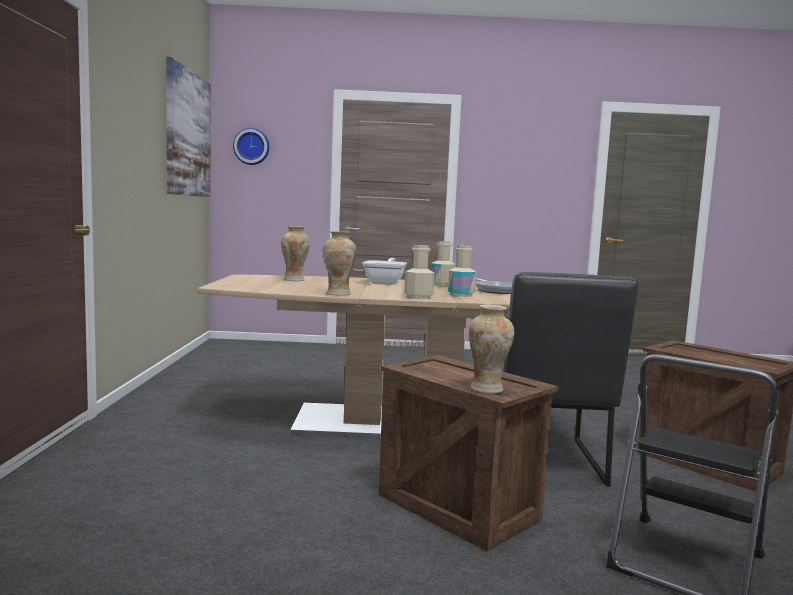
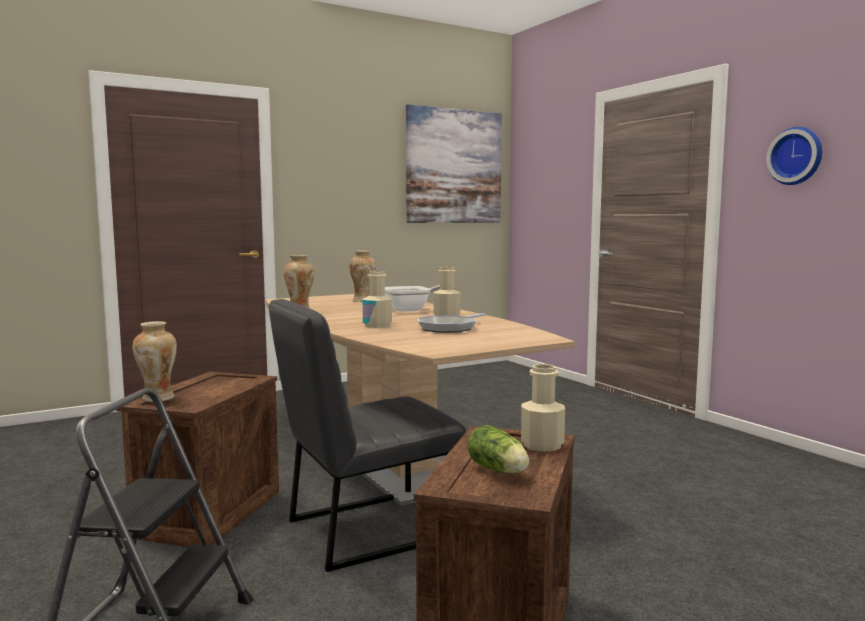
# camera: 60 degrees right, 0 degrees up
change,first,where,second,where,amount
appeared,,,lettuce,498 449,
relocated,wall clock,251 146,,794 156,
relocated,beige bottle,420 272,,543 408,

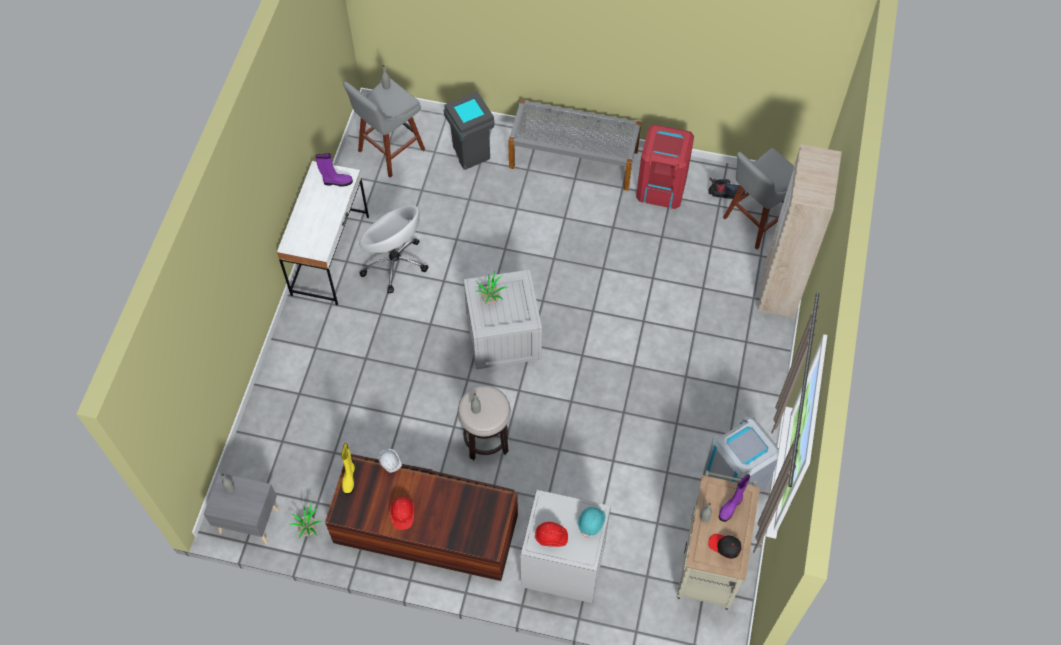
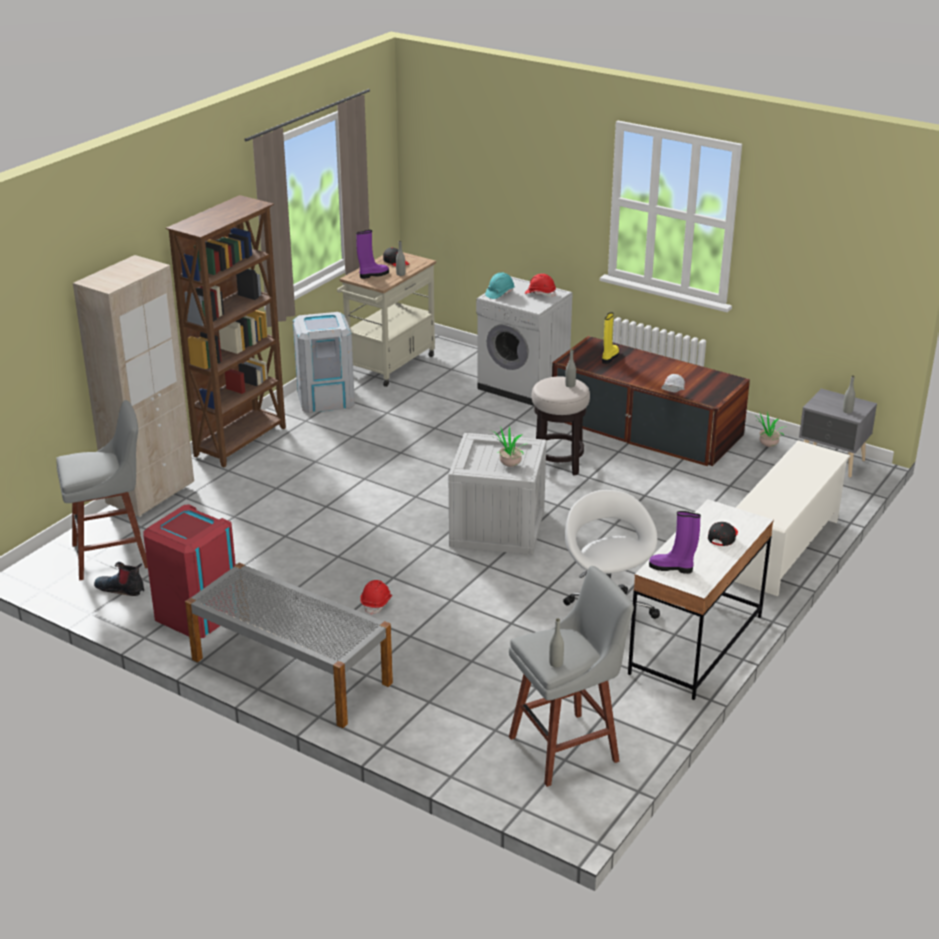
# camera: 160 degrees left, 30 degrees down
change,first,where,second,where,amount
missing,grey trash can,469 130,,,
appeared,,,brown bookcase,226 331,
appeared,,,black cap,723 534,
appeared,,,white shoe rack,792 518,
relocated,yellow boot,348 469,,610 338,
relocated,red hard hat,402 513,,376 597,

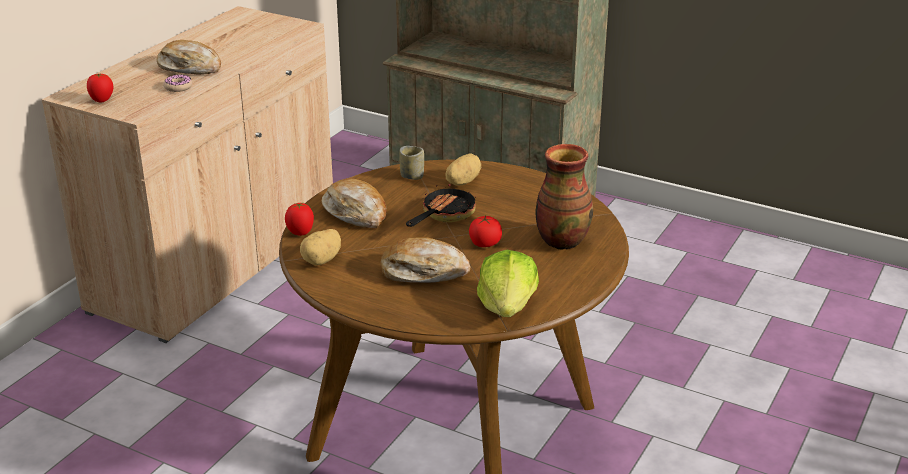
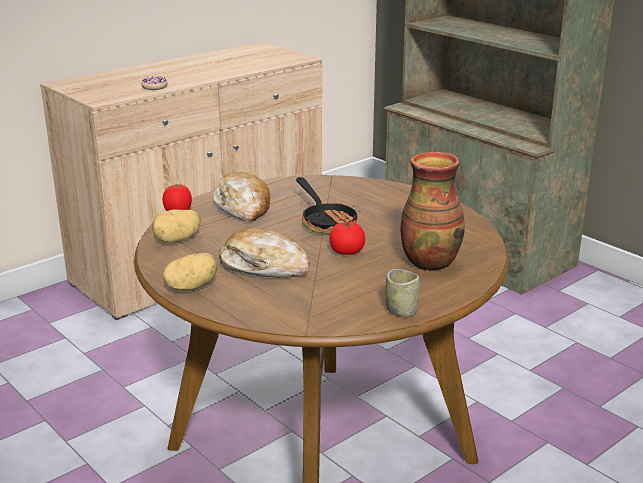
# camera: 20 degrees right, 5 degrees down
change,first,where,second,where,amount
missing,tomato,100 88,,,
missing,bread,189 57,,,
missing,lettuce,508 283,,,
relocated,cup,411 163,,402 293,
relocated,potato,463 170,,190 272,
spun,frying pan,441 205,,328 205,105 degrees clockwise

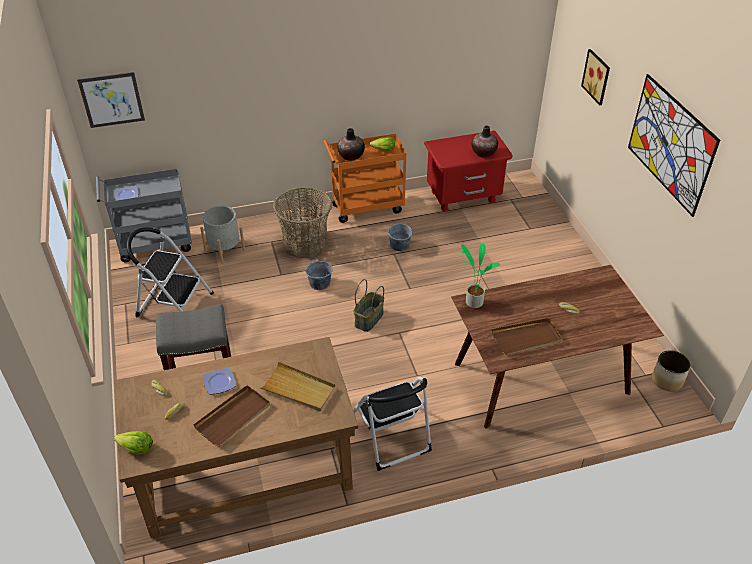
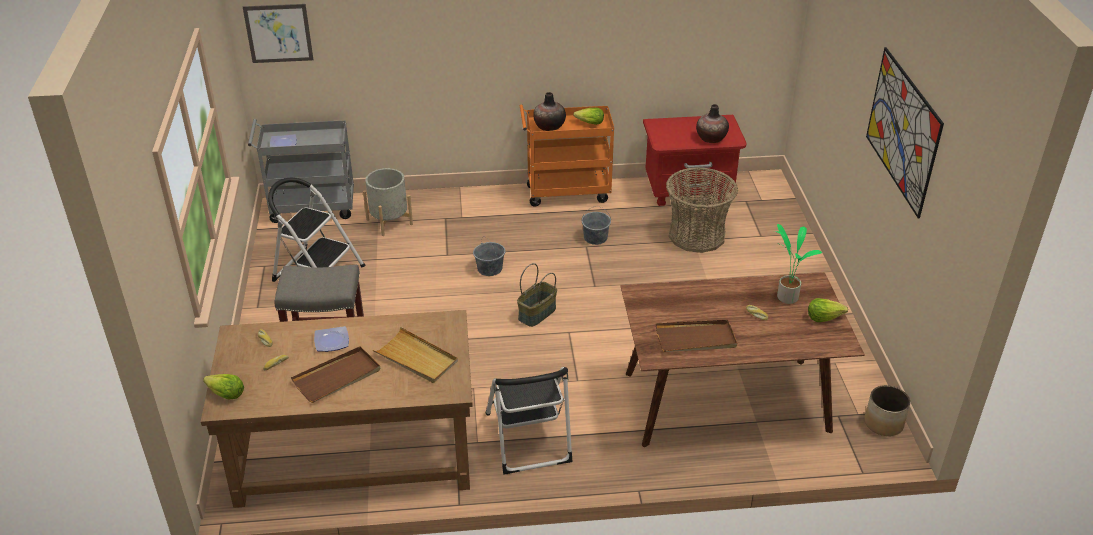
# camera: 10 degrees right, 5 degrees down
change,first,where,second,where,amount
missing,picture,595 77,,,
appeared,,,lettuce,828 310,
relocated,basket,302 222,,702 210,
relocated,potted plant,480 276,,799 264,

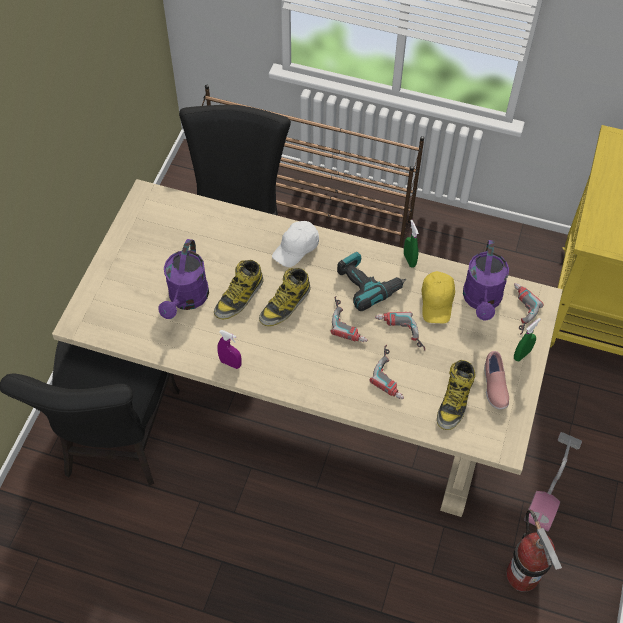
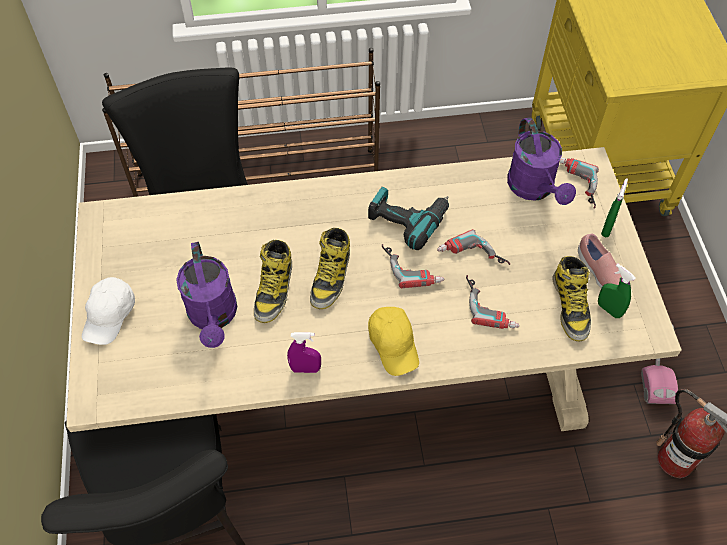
# camera: 25 degrees left, 0 degrees up
change,first,where,second,where,amount
relocated,white cap,295 244,,108 311,
relocated,green spray bottle,411 244,,617 290,
relocated,yellow cap,438 297,,393 341,

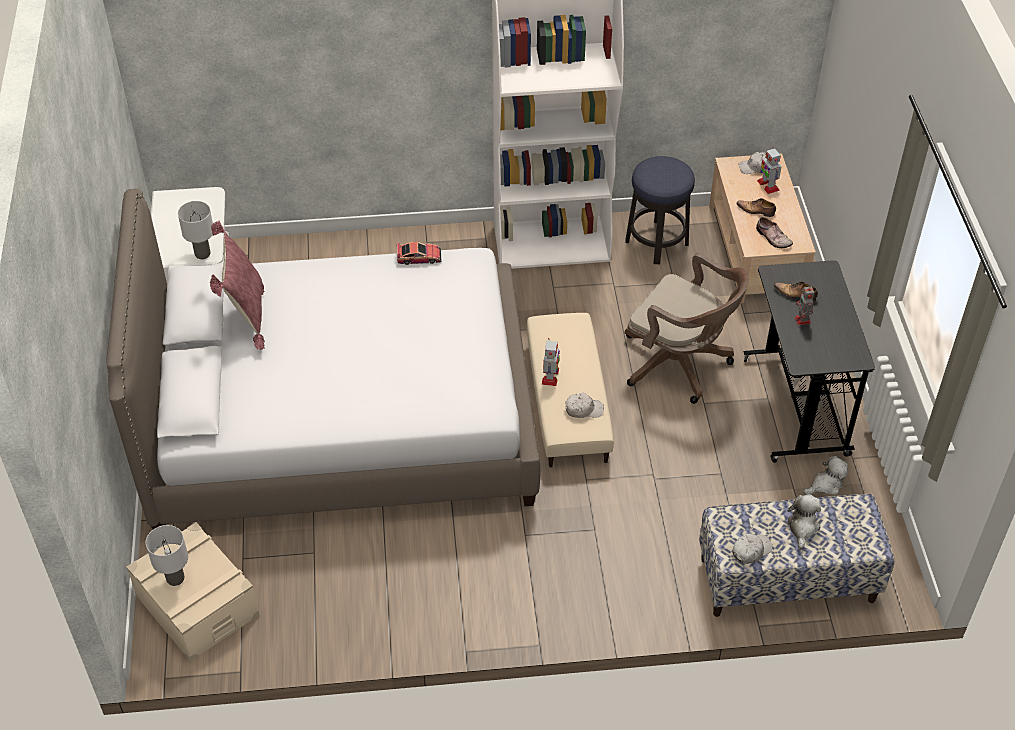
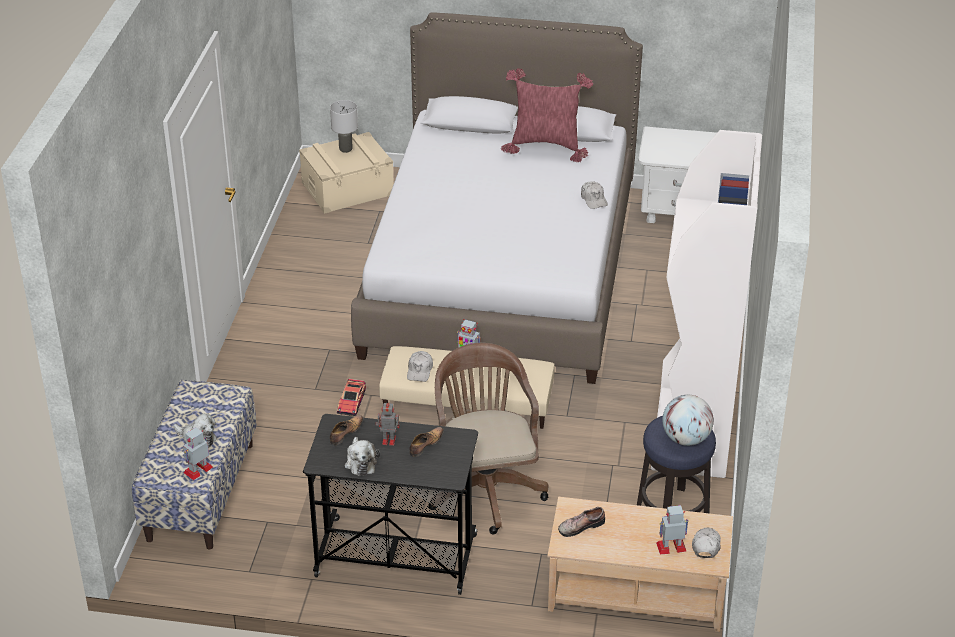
# camera: 105 degrees right, 10 degrees down
change,first,where,second,where,amount
missing,white table lamp,195 230,,,
appeared,,,toy robot,198 453,
appeared,,,globe,688 420,
relocated,toy car,419 253,,351 397,
relocated,white cap,752 549,,594 195,
relocated,shoe,756 207,,346 430,
relocated,plush toy,825 475,,362 456,
spun,brown office chair,686 328,,488 438,120 degrees clockwise

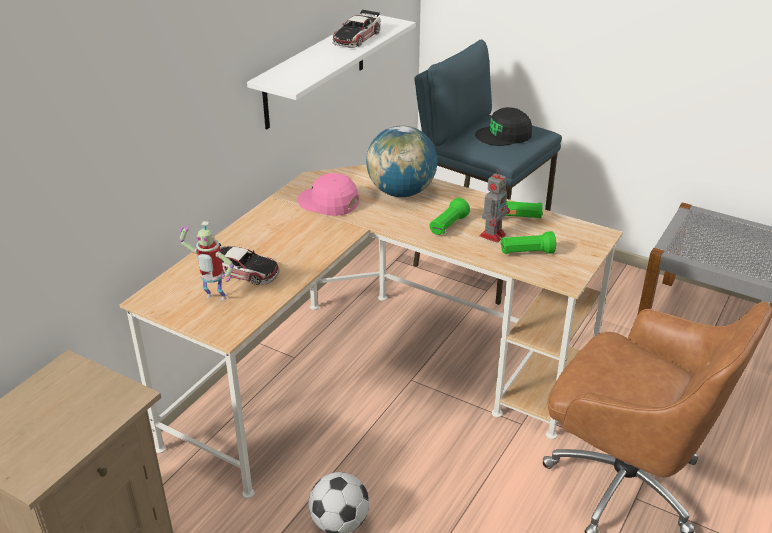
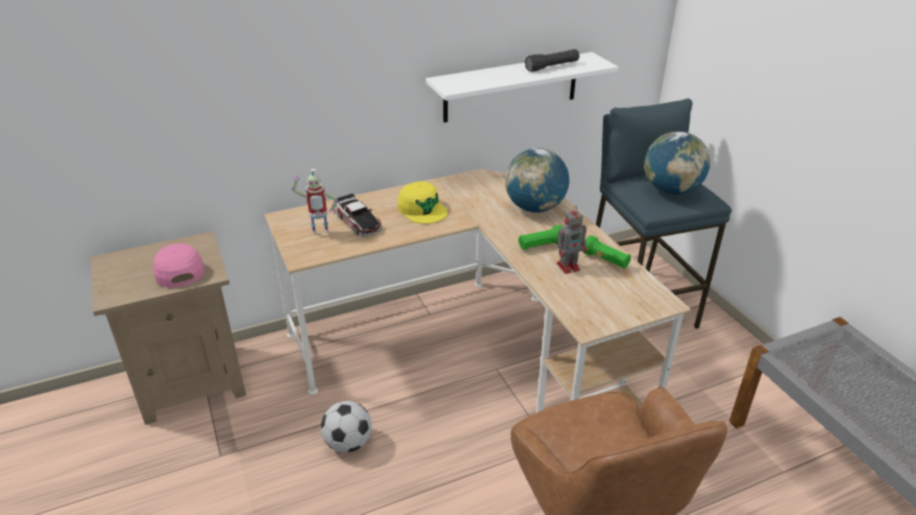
# camera: 35 degrees right, 0 degrees up
change,first,where,second,where,amount
missing,green flashlight,528 242,,,
appeared,,,yellow cap,423 202,
relocated,pink cap,328 194,,179 265,
exchanged,toy car,357 29,black flashlight,552 60,
exchanged,black cap,503 126,globe,677 163,
spun,toy robot,206 260,,315 201,60 degrees counterclockwise

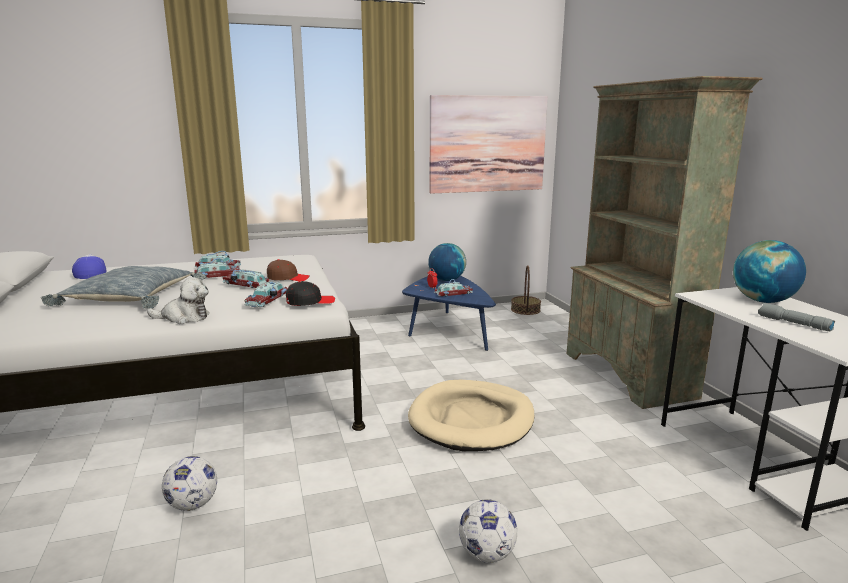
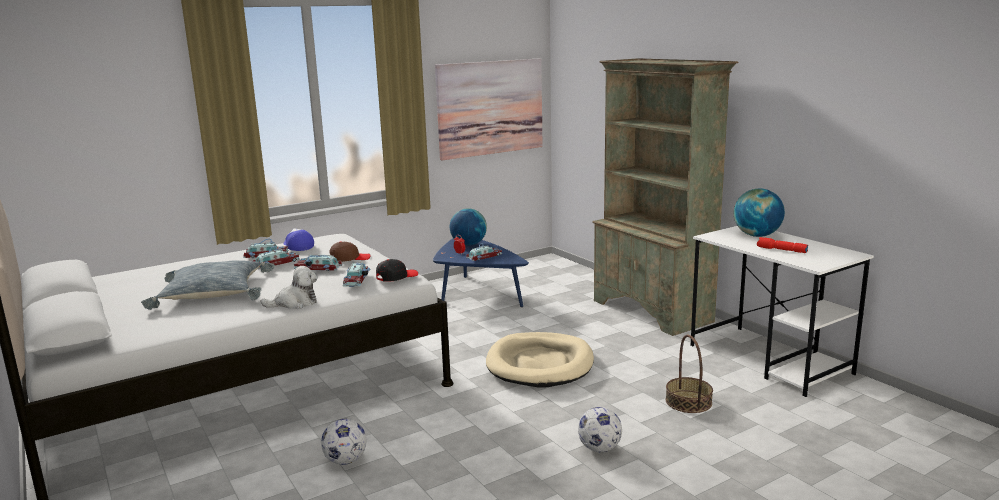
# camera: 15 degrees left, 0 degrees up
change,first,where,second,where,amount
relocated,cap,89 266,,299 239,
relocated,basket,526 290,,689 373,
colour,grey flashlight,796 317,red flashlight,782 245,

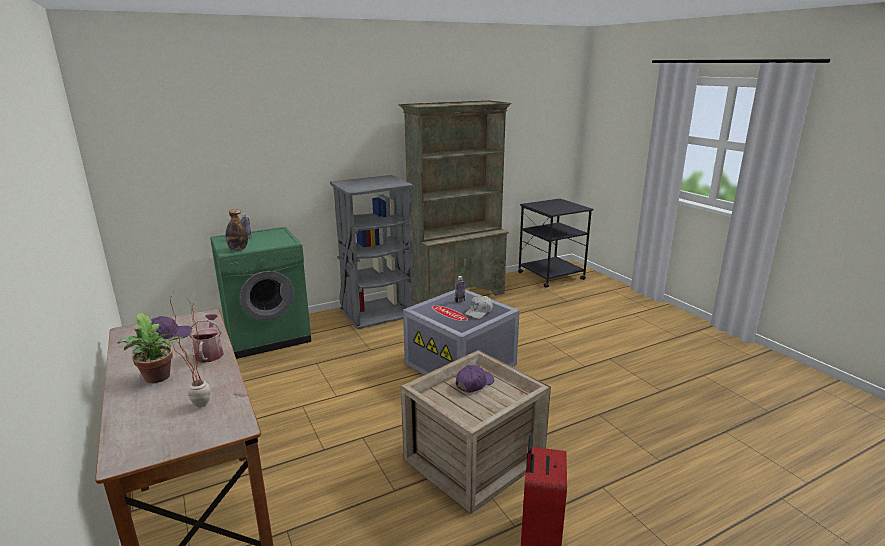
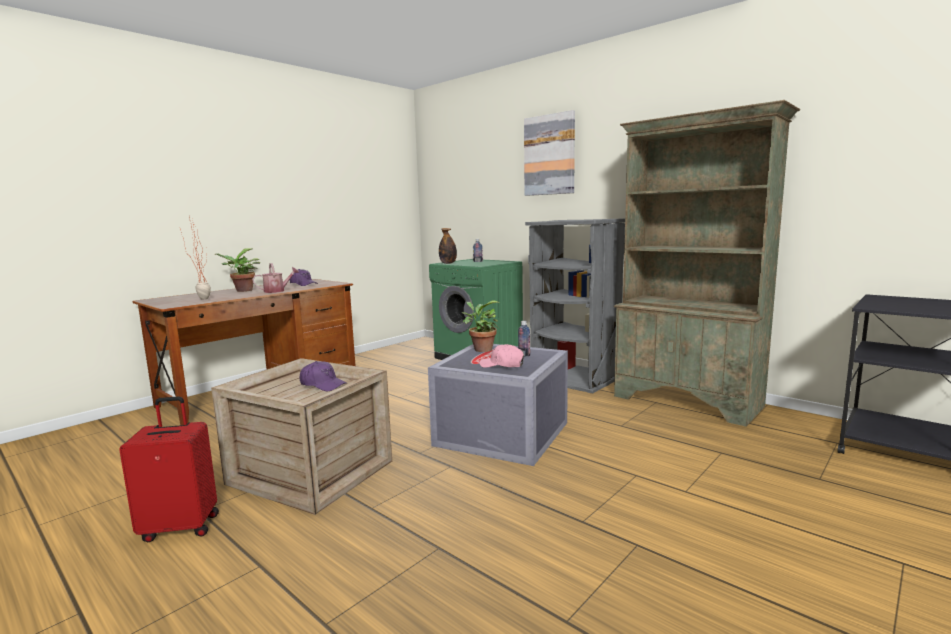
# camera: 70 degrees right, 10 degrees down
change,first,where,second,where,amount
appeared,,,potted plant,480 326,
appeared,,,picture,549 153,
colour,white cap,478 307,pink cap,502 356,

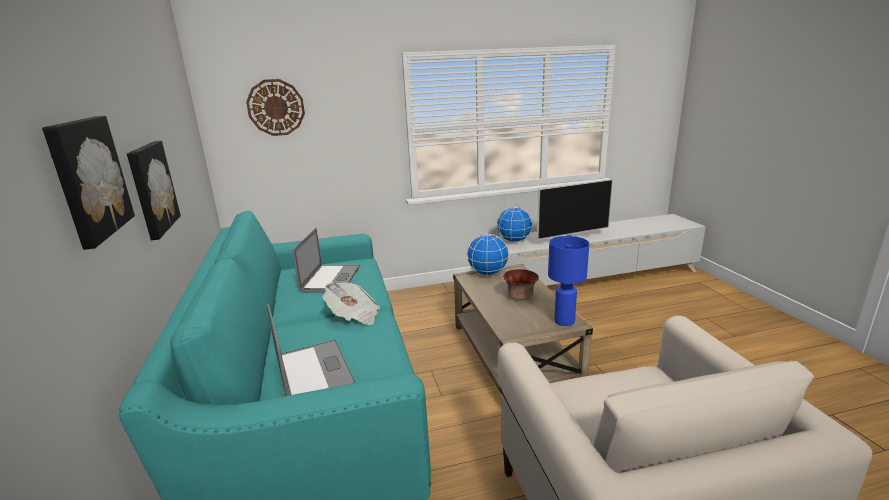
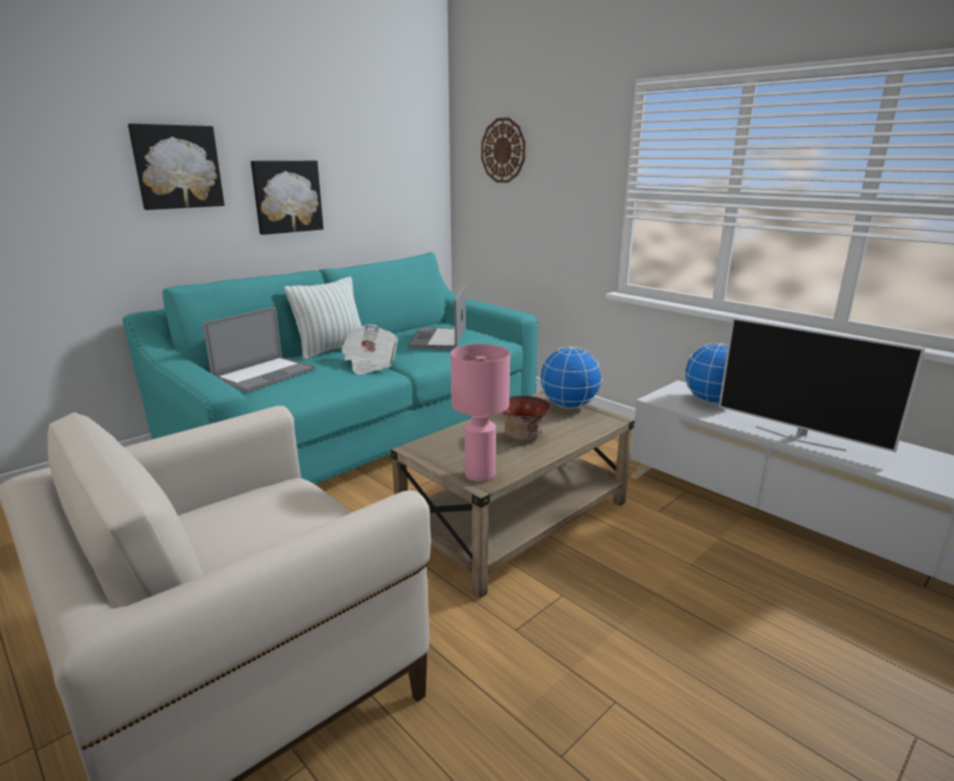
# camera: 60 degrees right, 0 degrees up
change,first,where,second,where,amount
appeared,,,pillow,323 318,
colour,blue table lamp,568 281,pink table lamp,480 413,
spun,laptop,326 260,,436 317,120 degrees clockwise

